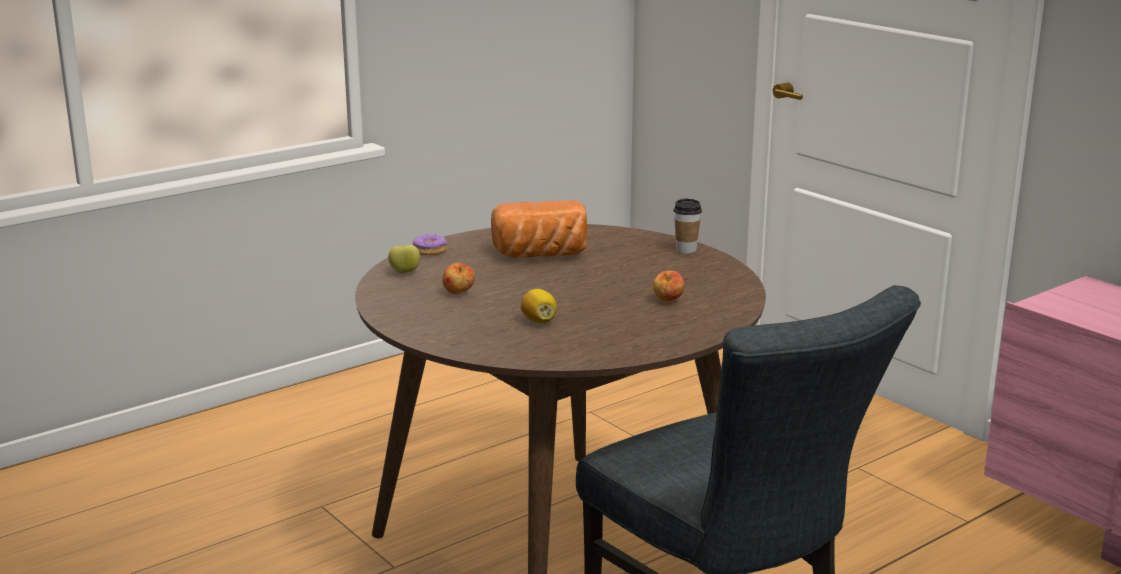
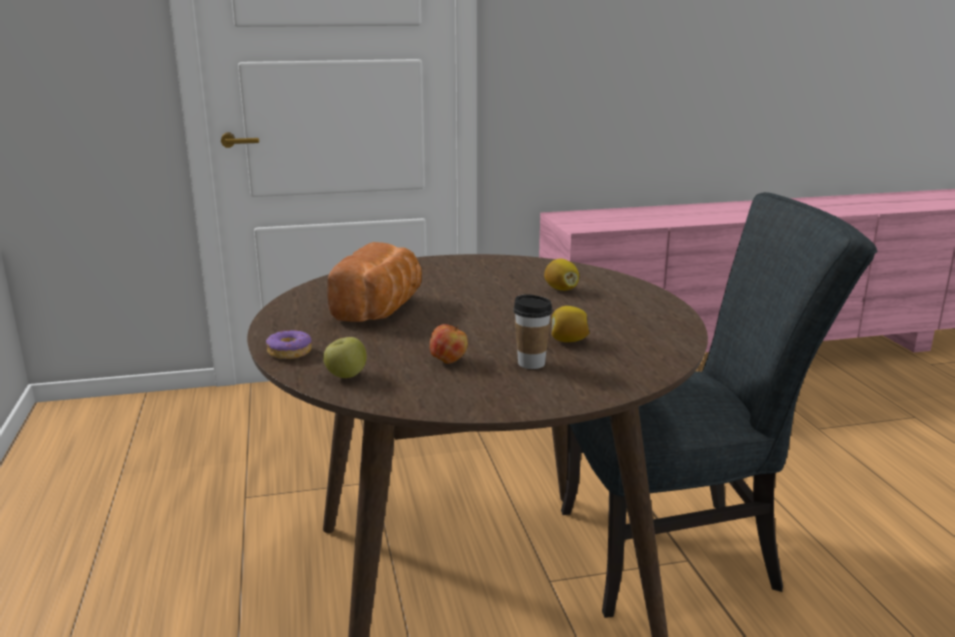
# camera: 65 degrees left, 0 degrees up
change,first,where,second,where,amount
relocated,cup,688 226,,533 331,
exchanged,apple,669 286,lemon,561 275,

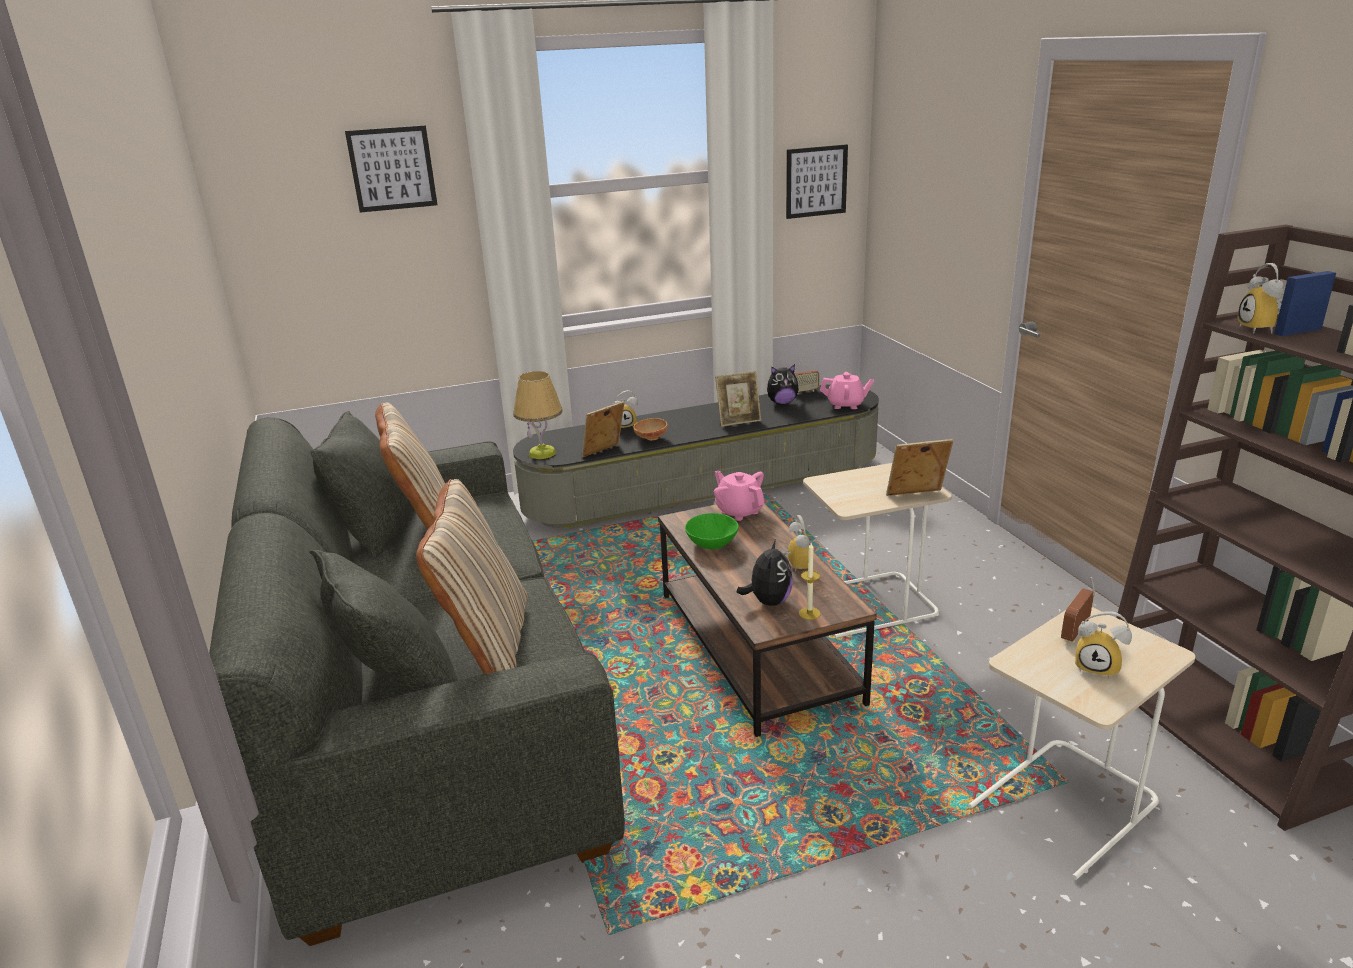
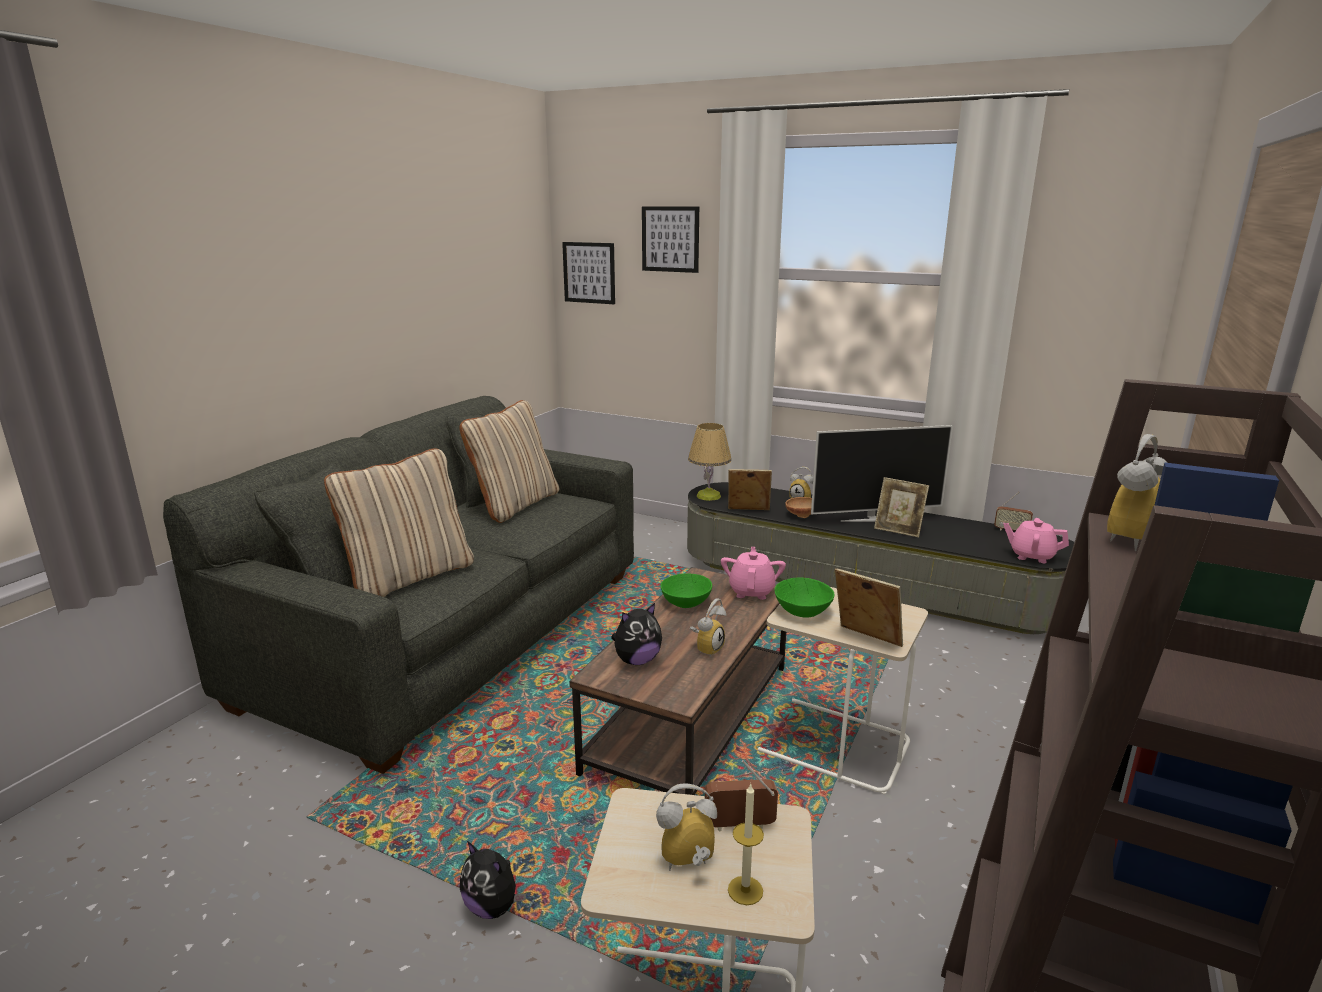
# camera: 45 degrees right, 5 degrees down
change,first,where,second,where,amount
appeared,,,green bowl,805 597,
appeared,,,television,882 473,
relocated,plush toy,783 384,,493 880,
relocated,picture,817 181,,588 273,
relocated,candle,810 581,,746 844,
spun,pink teapot,847 390,,1036 540,150 degrees clockwise
spun,alarm clock,1103 645,,686 827,90 degrees clockwise

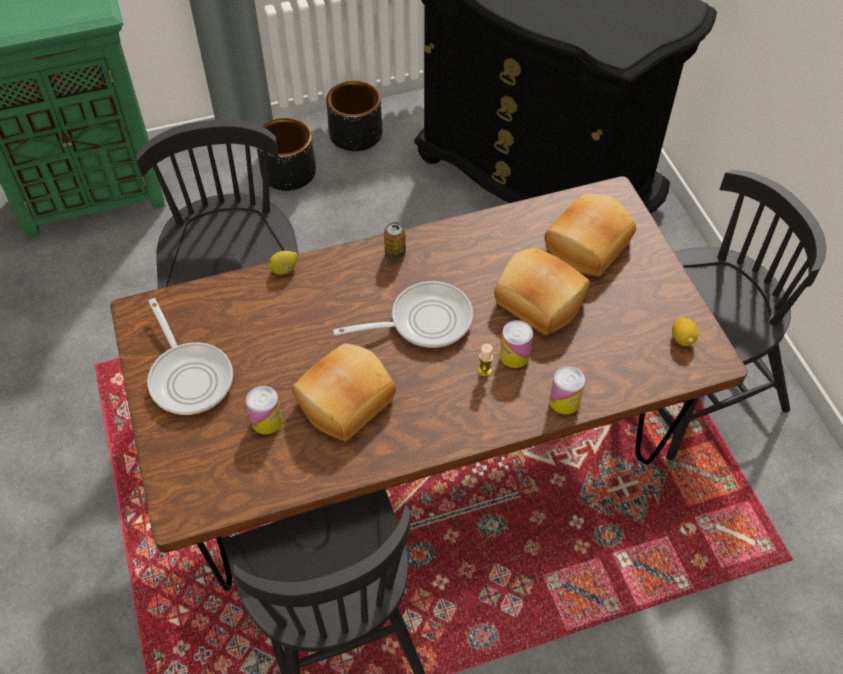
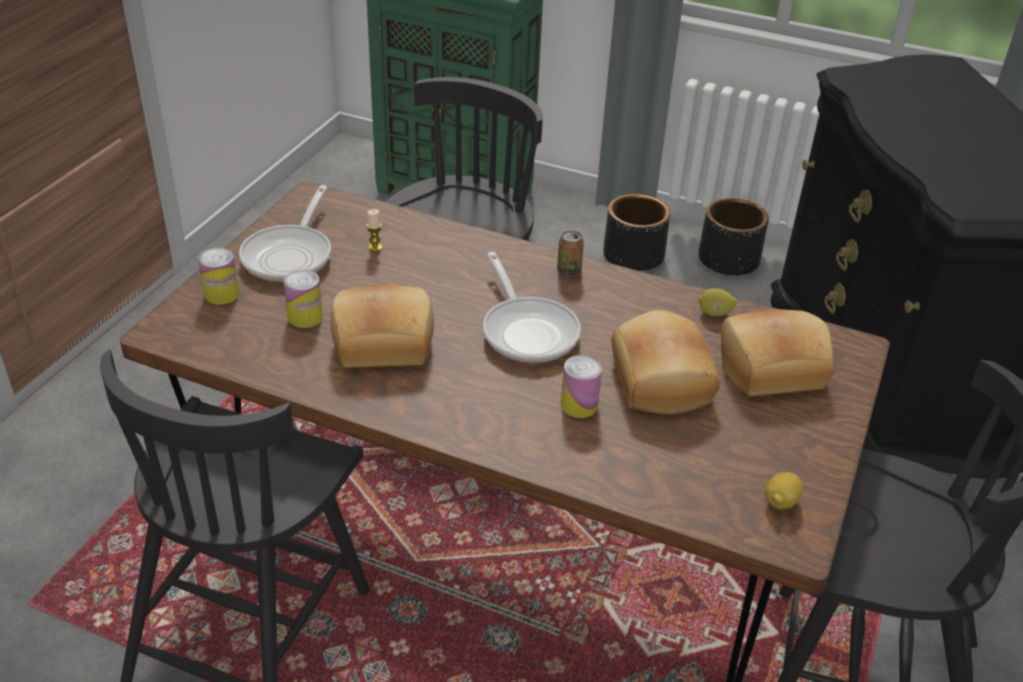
# camera: 40 degrees right, 15 degrees down
change,first,where,second,where,amount
relocated,lemon,283 263,,717 302,
relocated,candle,485 360,,375 230,
relocated,can,567 390,,218 276,
spun,frying pan,403 314,,532 307,45 degrees clockwise

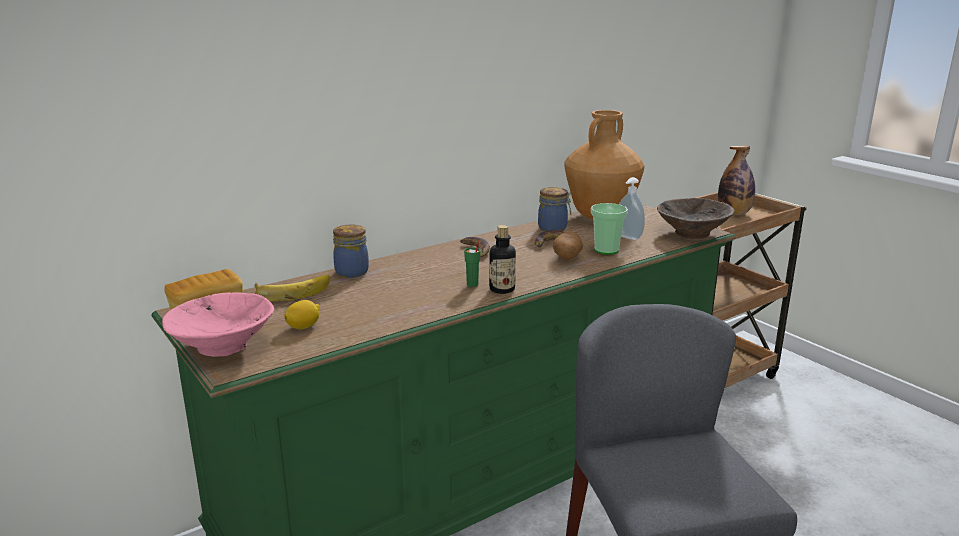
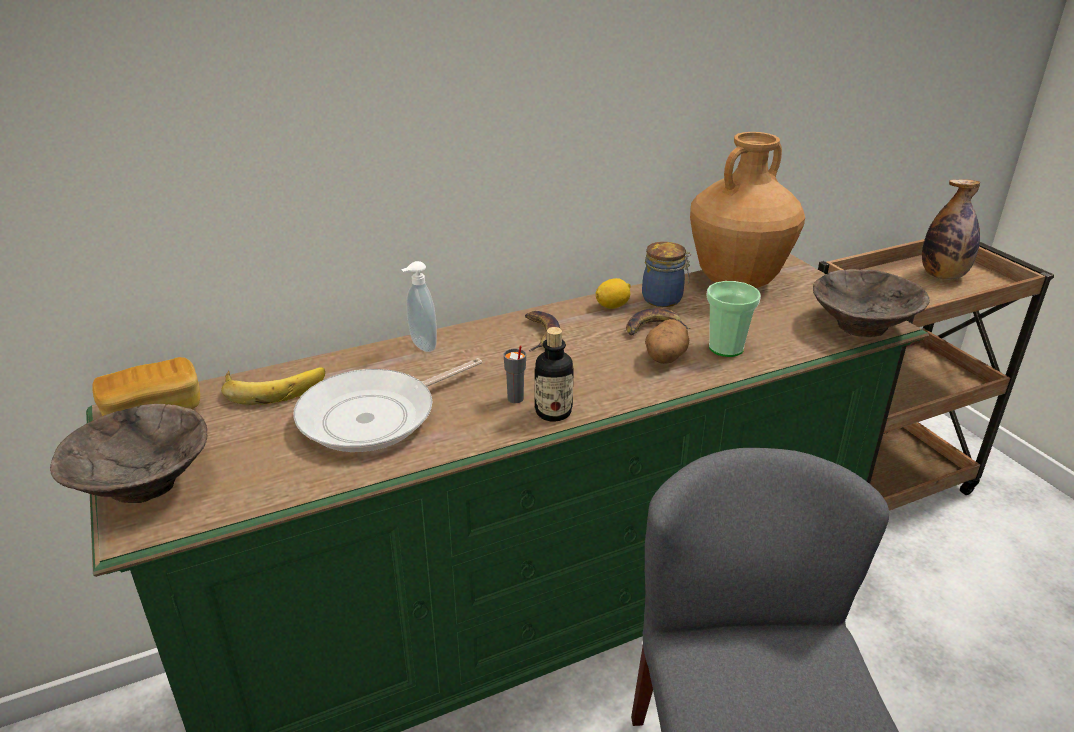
# camera: 10 degrees right, 10 degrees up
change,first,where,second,where,amount
missing,jar,351 251,,,
appeared,,,frying pan,387 405,
relocated,lemon,301 314,,613 293,
relocated,soap dispenser,632 208,,419 306,
colour,pink bowl,218 324,brown bowl,129 453,
colour,green cup,472 264,grey cup,514 374,

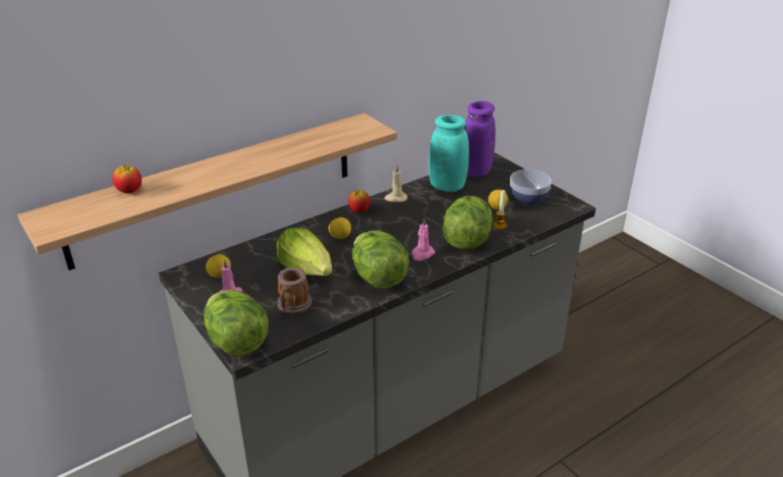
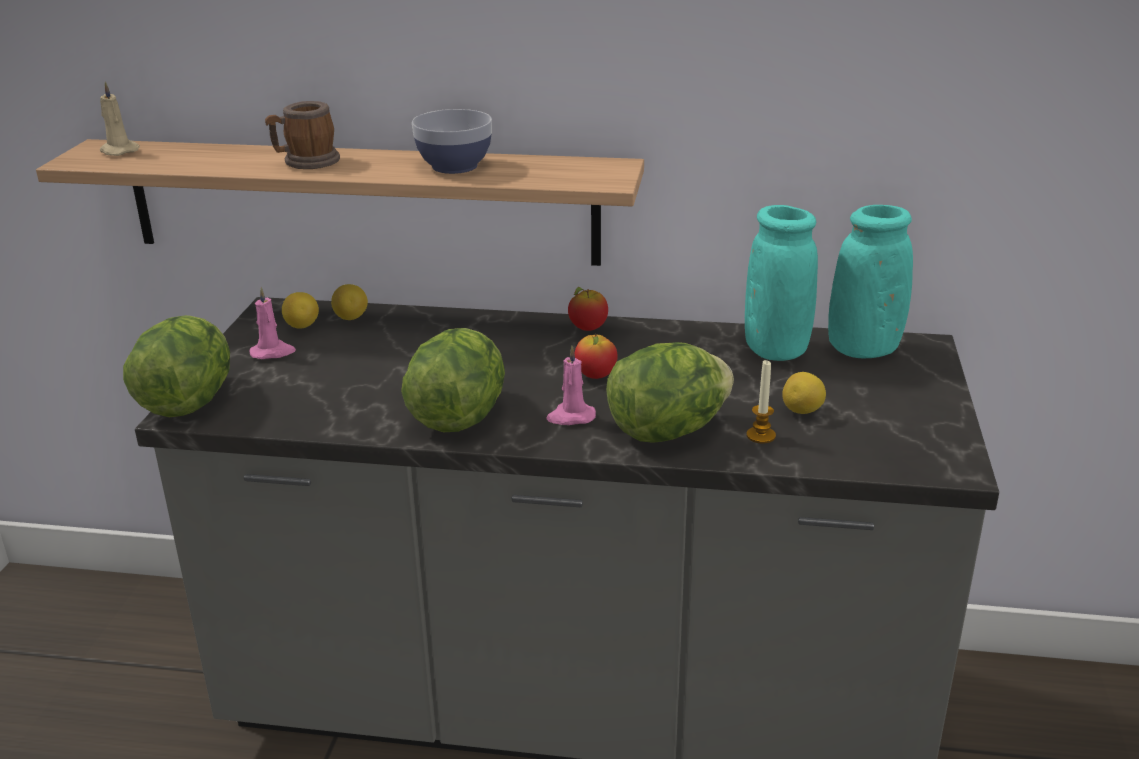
# camera: 45 degrees right, 5 degrees down
change,first,where,second,where,amount
missing,lettuce,304 252,,,
relocated,apple,127 179,,596 356,
relocated,mug,294 290,,302 135,
relocated,lemon,340 228,,349 302,
relocated,beige candle,396 184,,120 119,
relocated,bowl,531 187,,452 141,
colour,purple vase,480 139,turquoise vase,870 281,

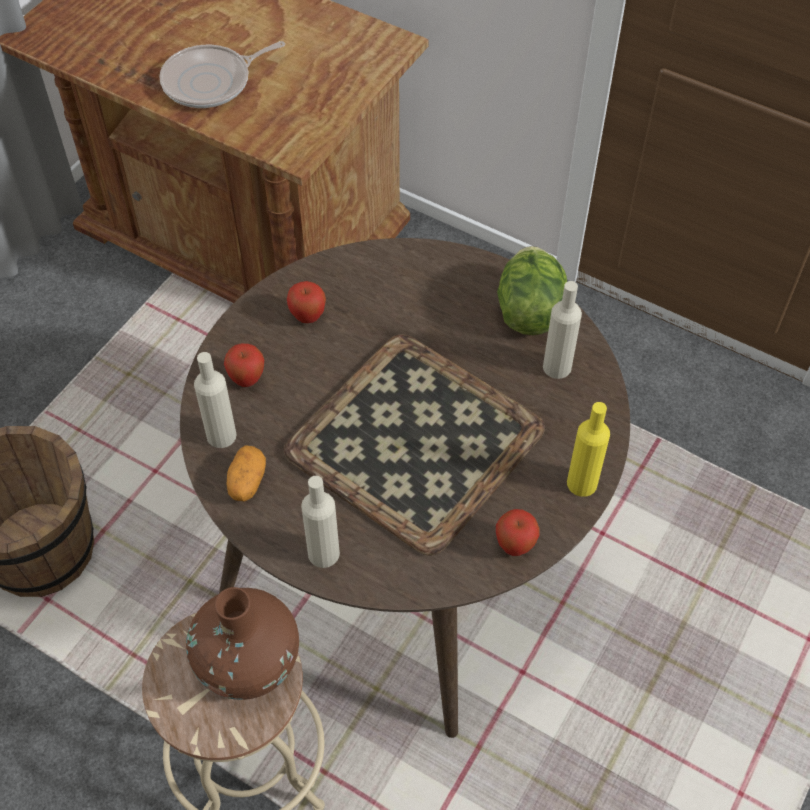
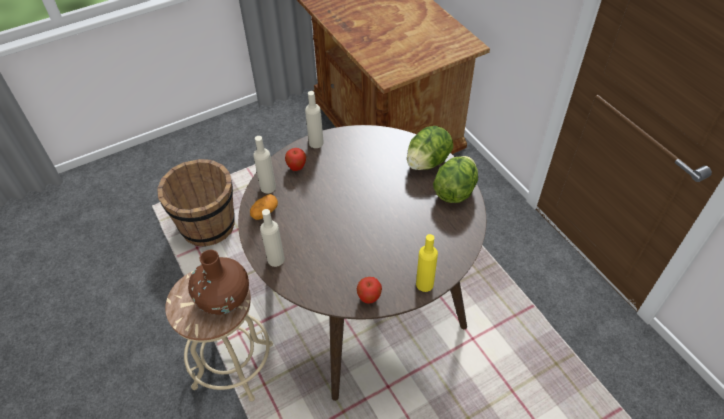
# camera: 30 degrees right, 5 degrees down
change,first,where,second,where,amount
missing,frying pan,222 74,,,
missing,tray,414 444,,,
missing,apple,306 302,,,
appeared,,,lettuce,430 148,
relocated,beige bottle,562 330,,314 119,

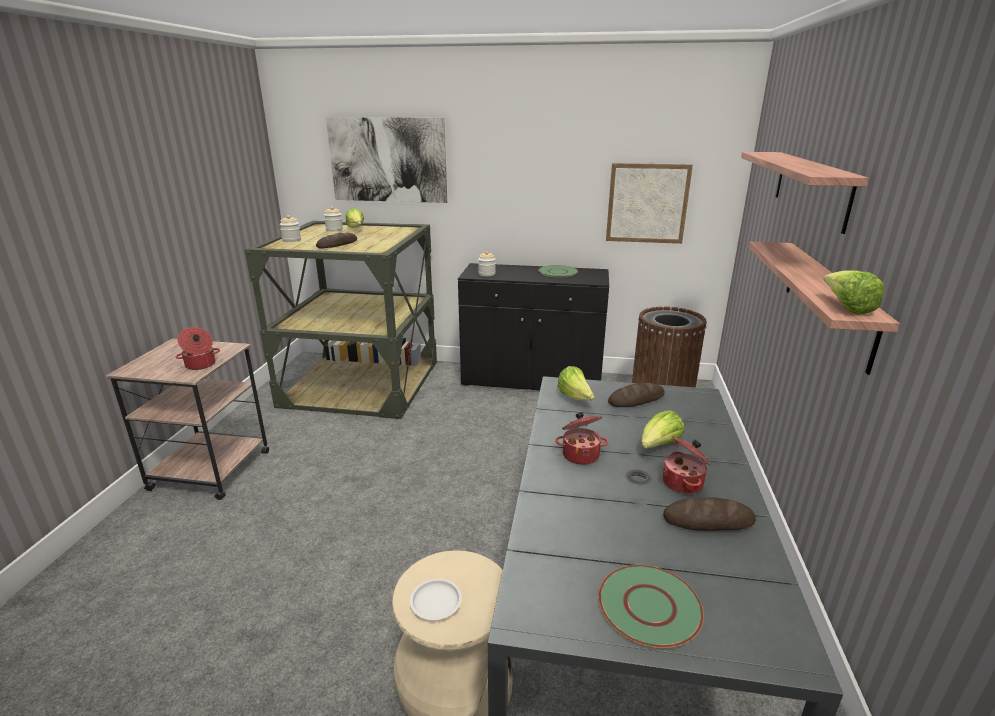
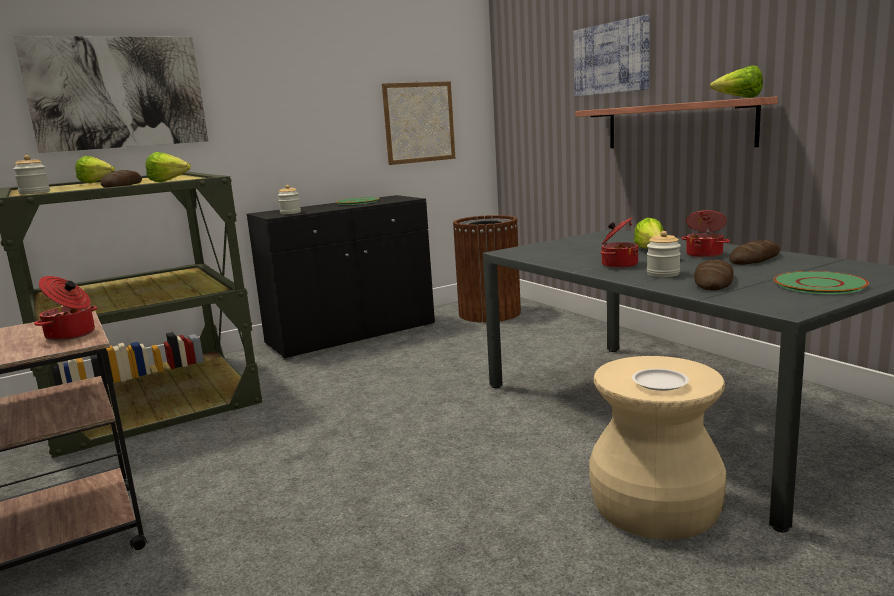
# camera: 40 degrees left, 10 degrees down
change,first,where,second,where,amount
relocated,jar,333 218,,664 254,
relocated,lettuce,576 383,,168 167,
relocated,bread,636 395,,713 275,
exchanged,shelf,805 193,picture,611 56,

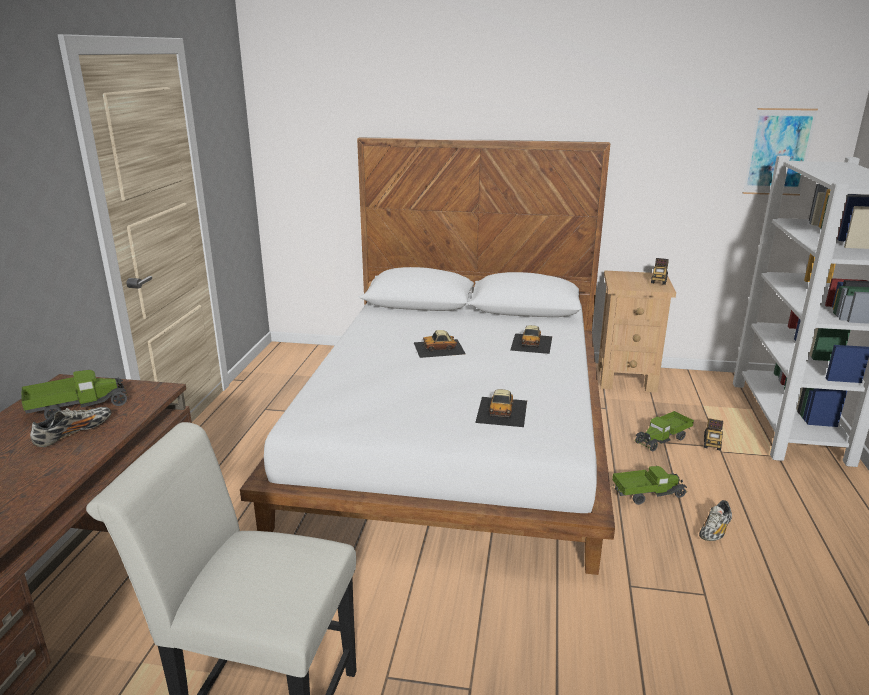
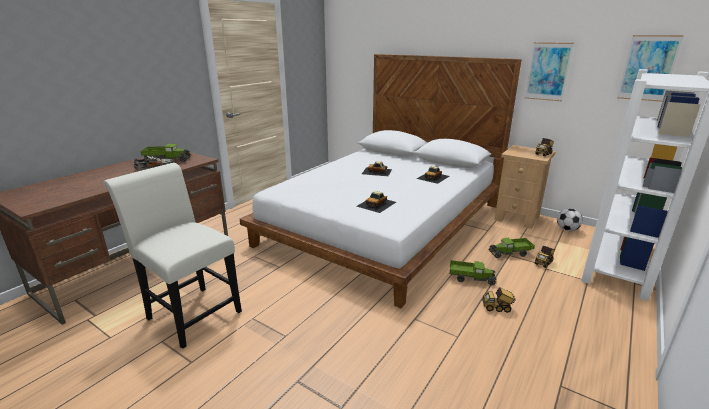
# camera: 25 degrees right, 0 degrees up
change,first,where,second,where,amount
appeared,,,picture,549 71,
appeared,,,football,570 219,
exchanged,shoe,715 520,toy truck,498 300,

